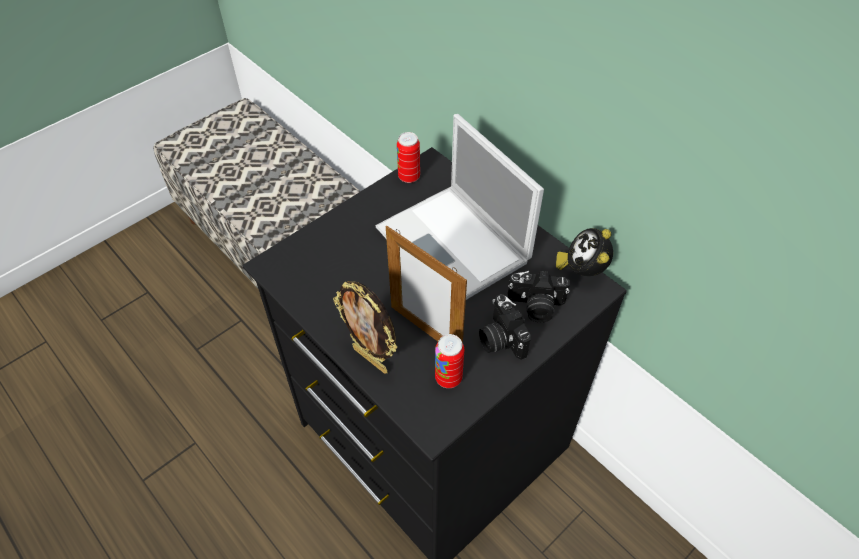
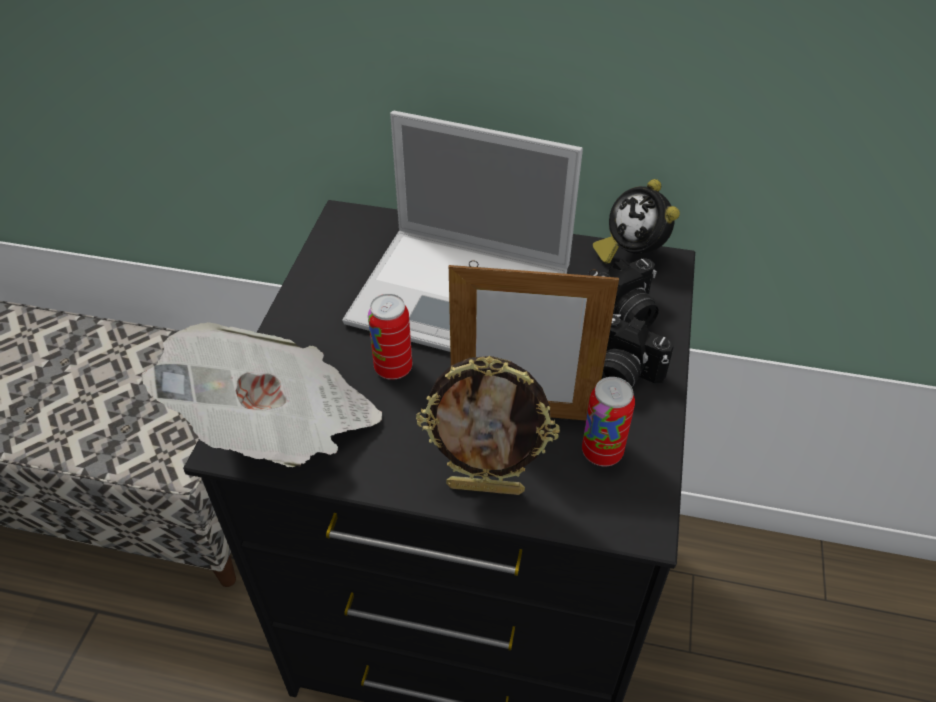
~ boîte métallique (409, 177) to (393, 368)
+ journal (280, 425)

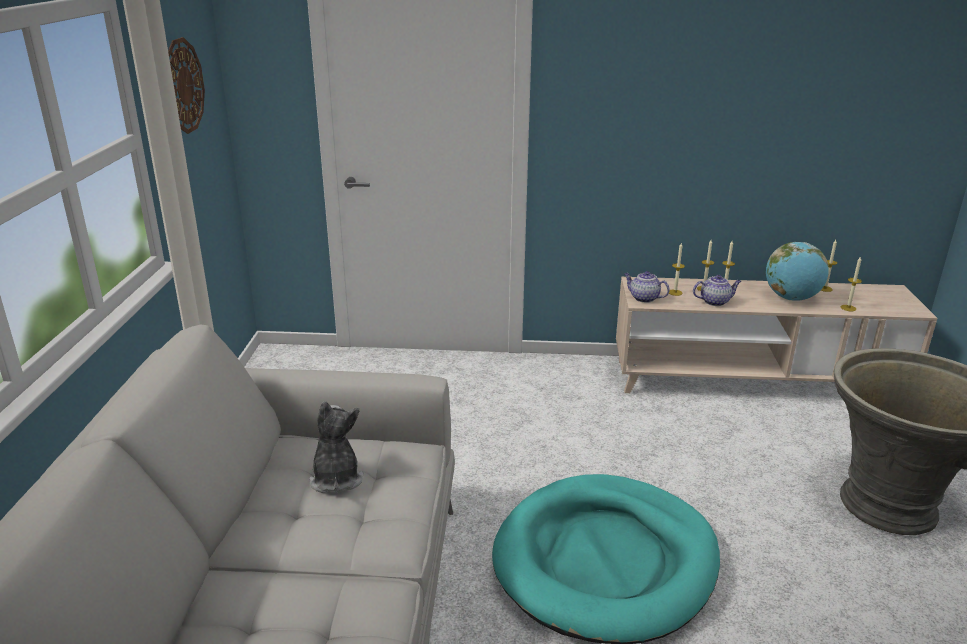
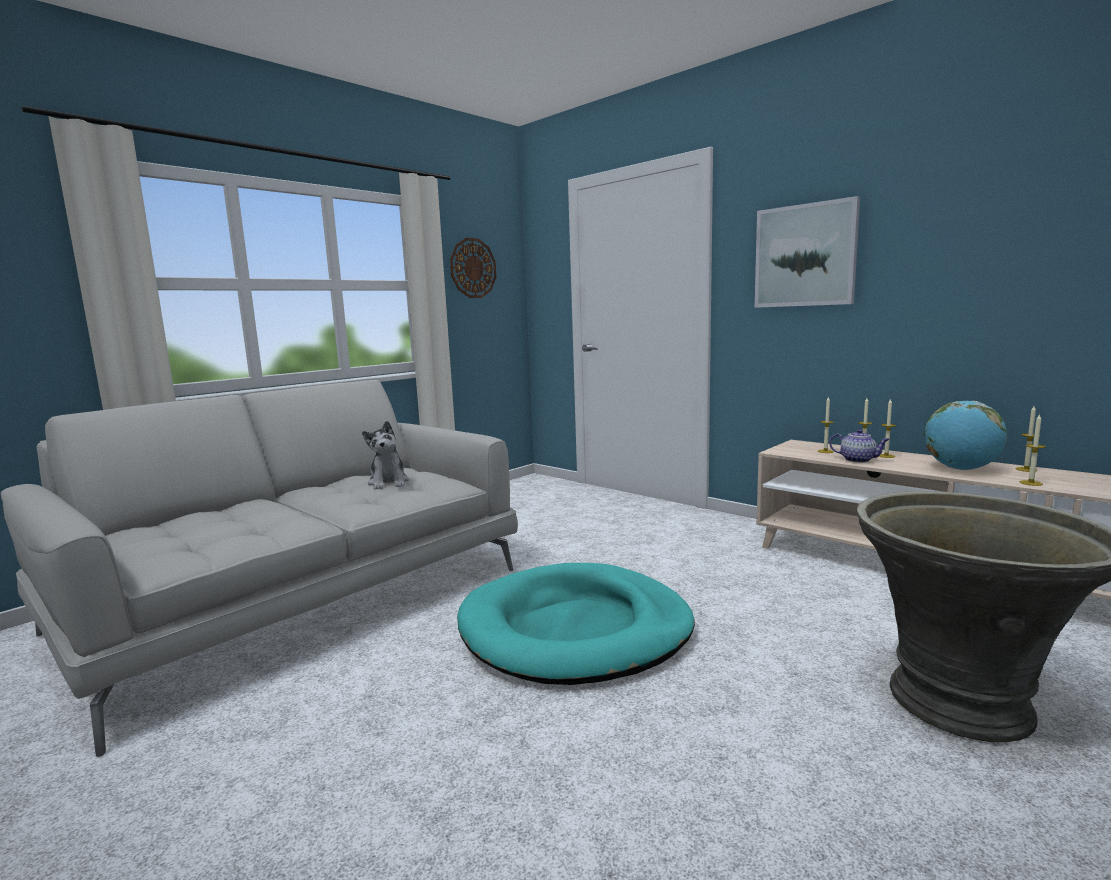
~ peluche (336, 478) = (389, 482) 135 degrees clockwise
- théière (643, 298)
+ tableau (805, 256)

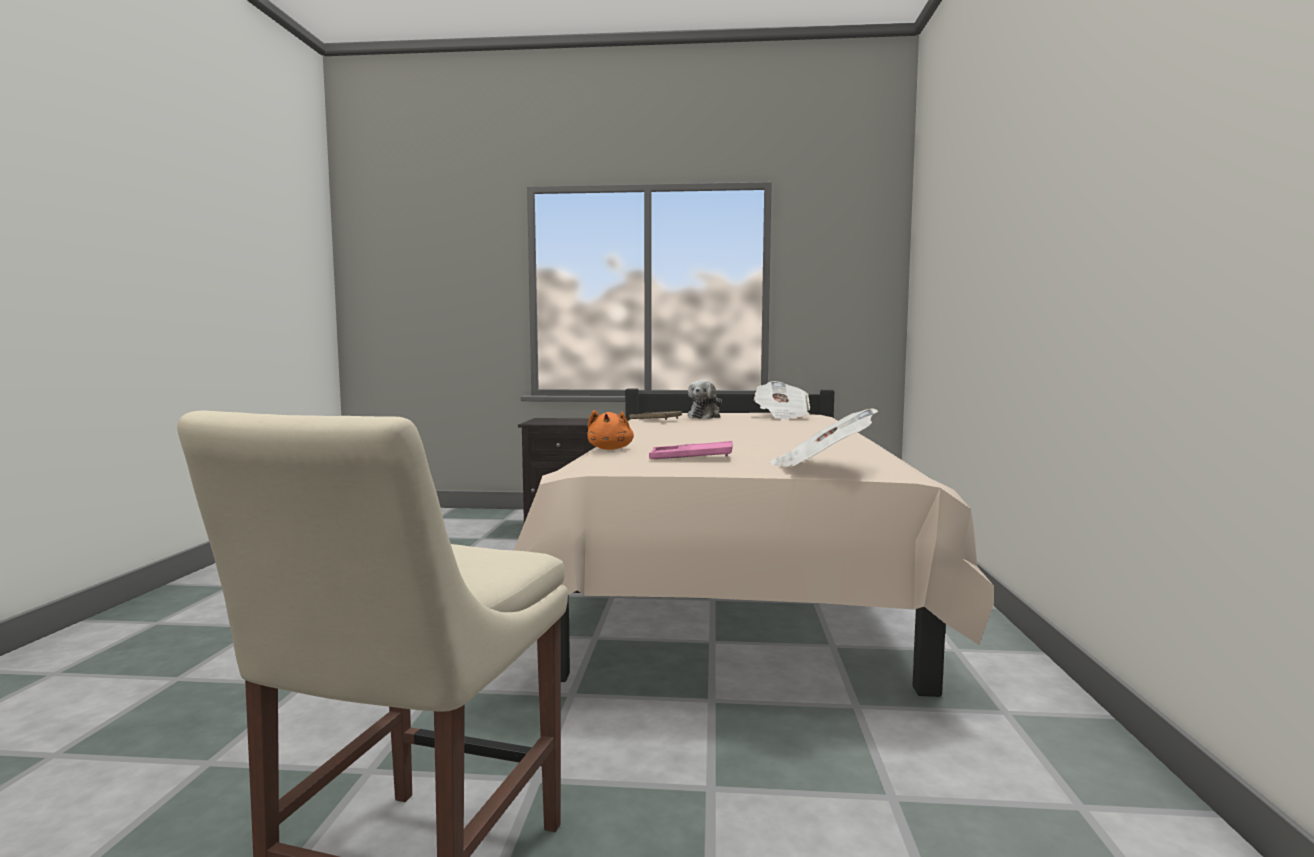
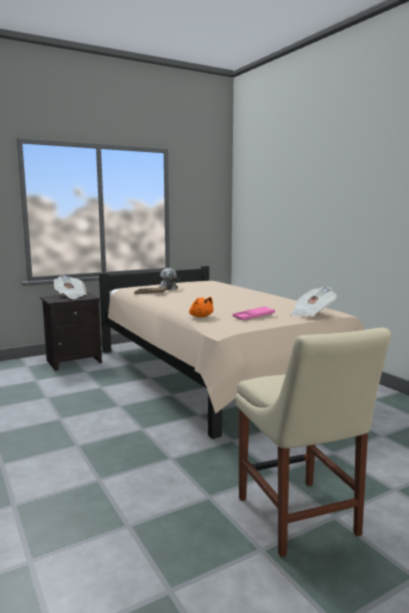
~ journal (782, 416) to (70, 296)

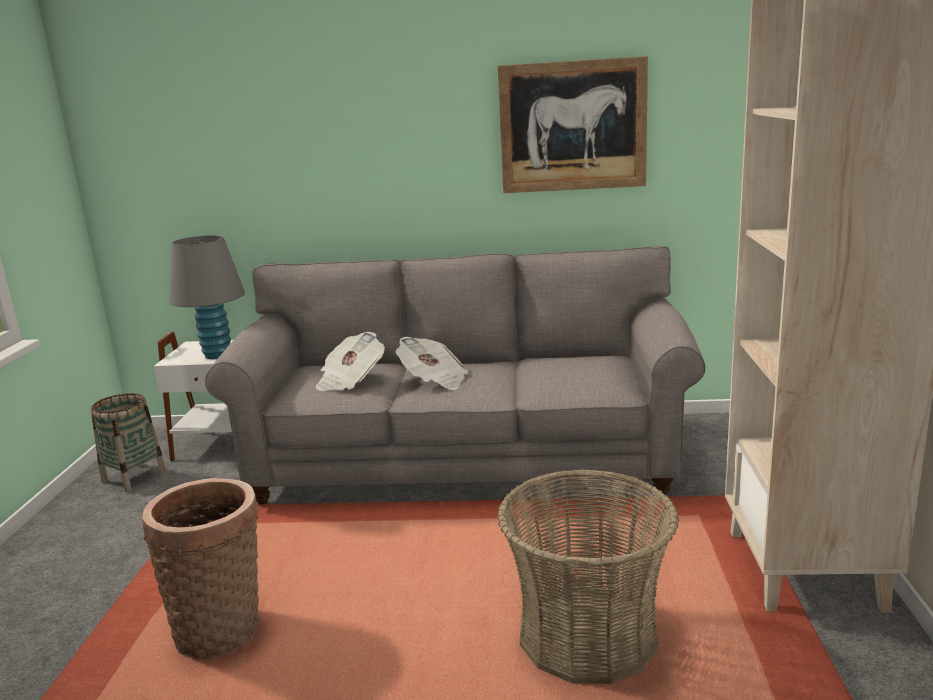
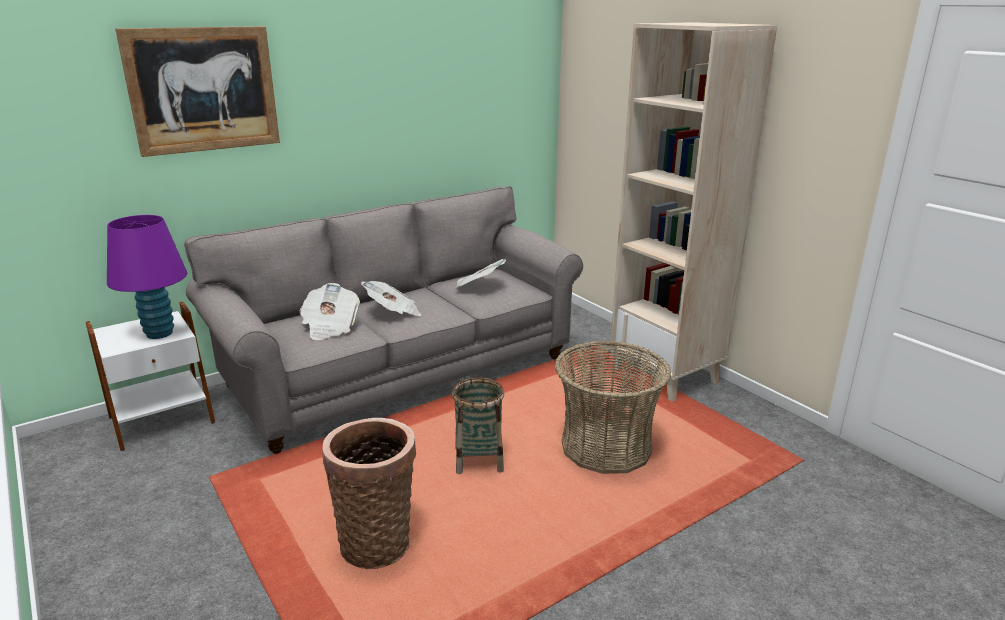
~ panier (134, 477) to (479, 460)
~ lampe de table [gris] (217, 355) to lampe de table [violet] (159, 333)
~ tableau (572, 126) to (203, 90)
+ journal (479, 286)

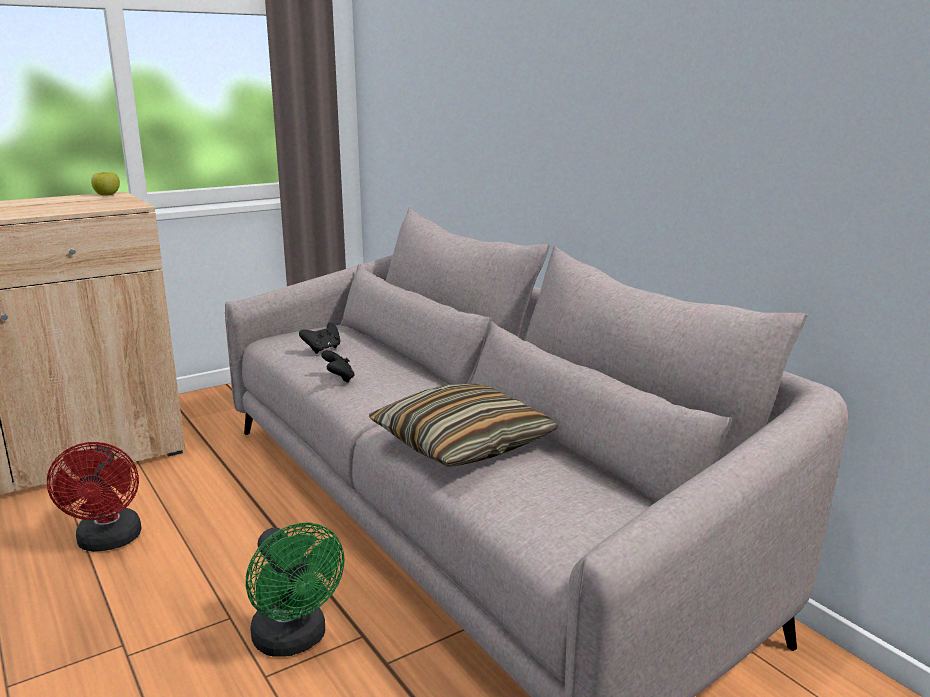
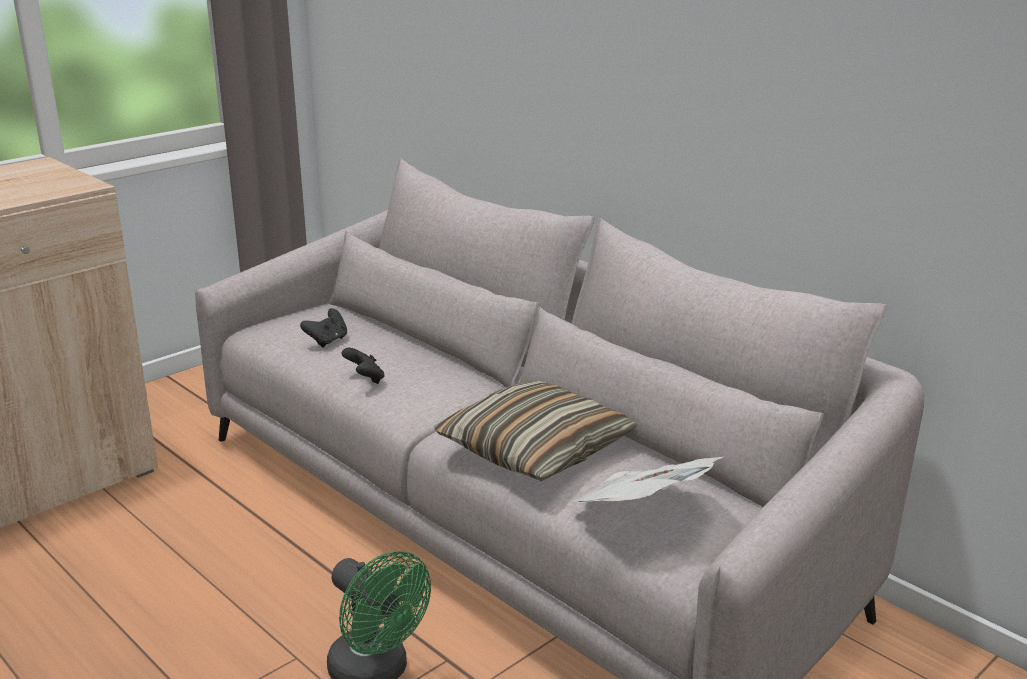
- ventilateur [rouge] (109, 542)
- pomme (107, 195)
+ journal (643, 513)

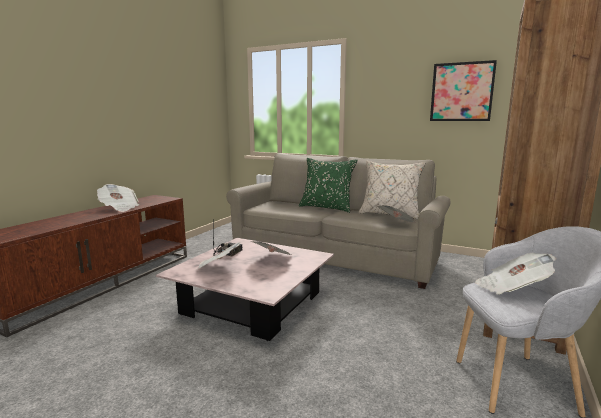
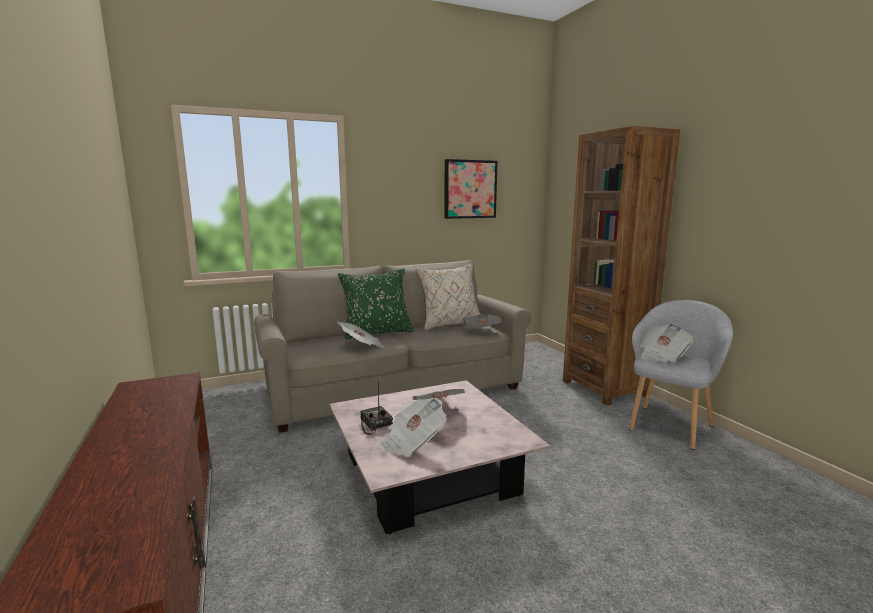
~ journal (119, 208) to (362, 347)

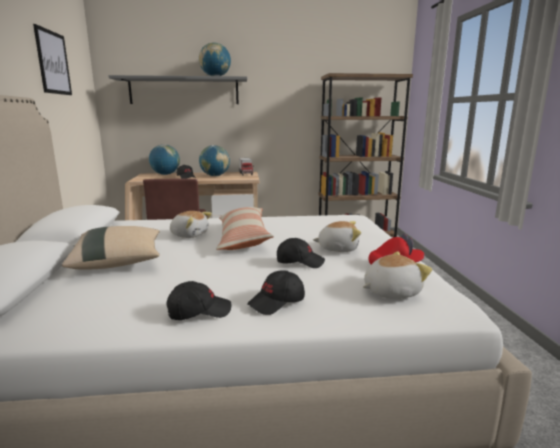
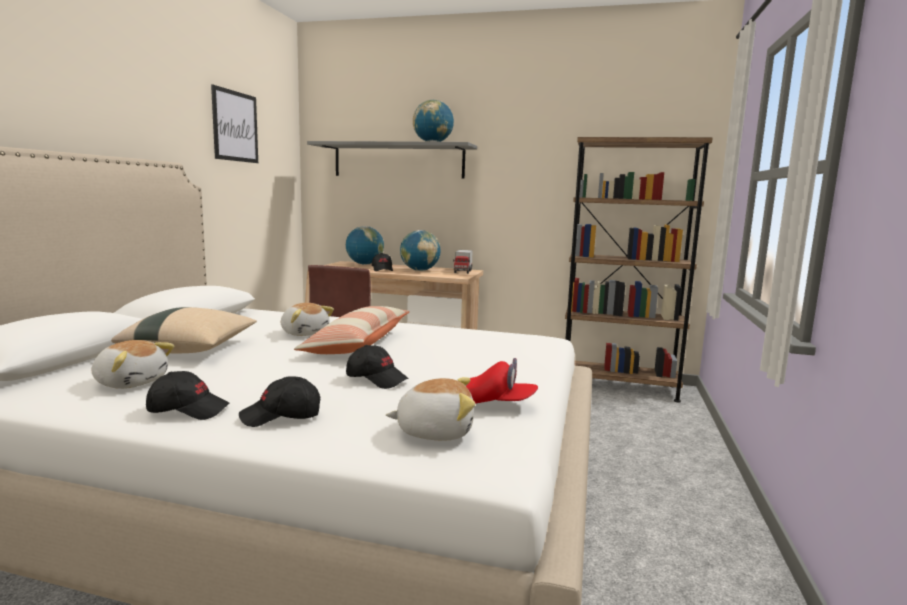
~ peluche (338, 248) to (131, 382)

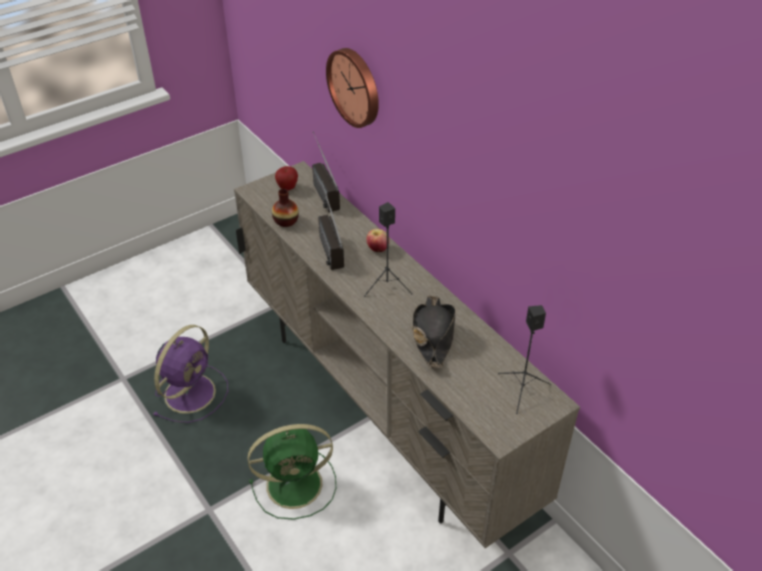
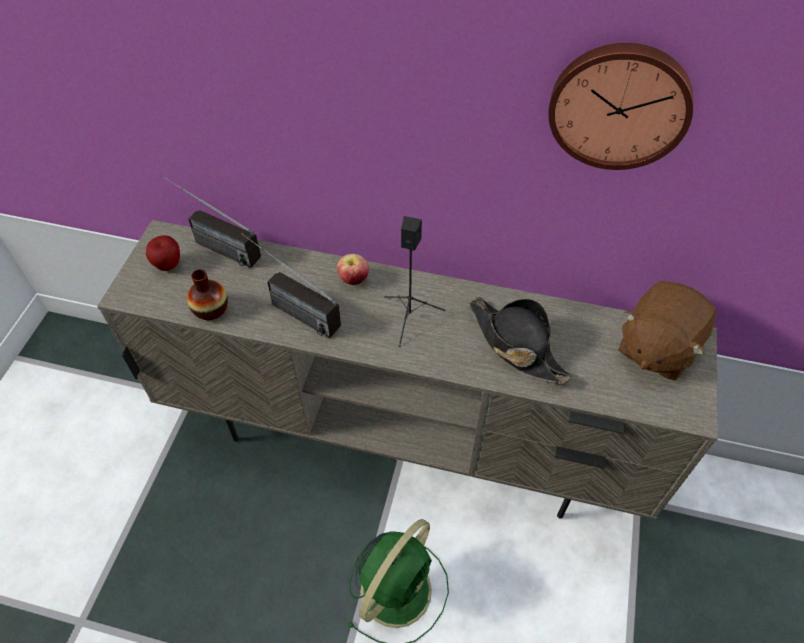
- ventilateur [violet] (191, 391)
~ horloge murale (355, 87) to (619, 105)
~ enceinte [noir] (522, 390) to peluche [marron] (656, 347)

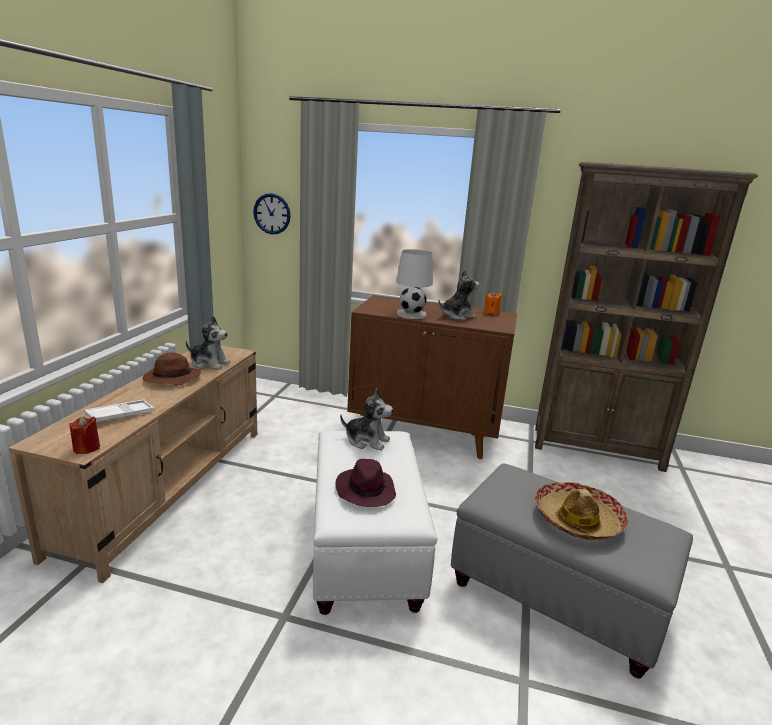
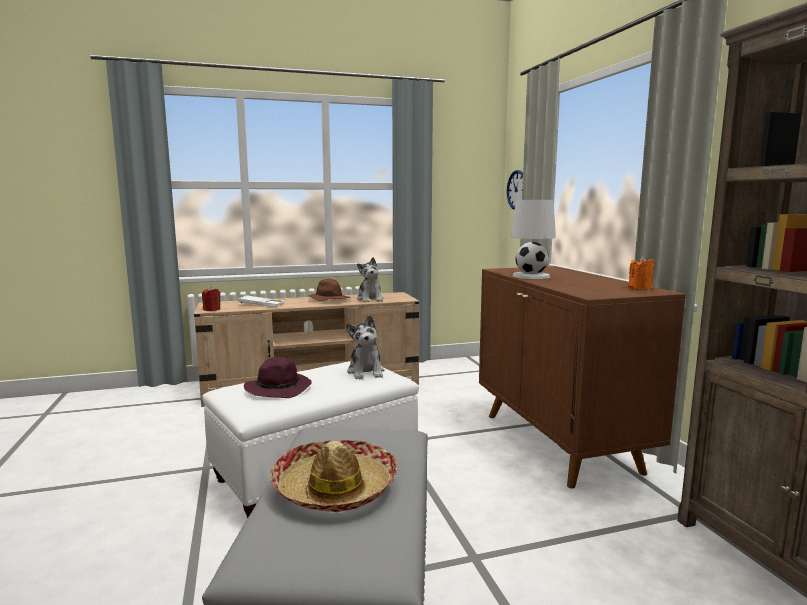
- peluche (456, 316)

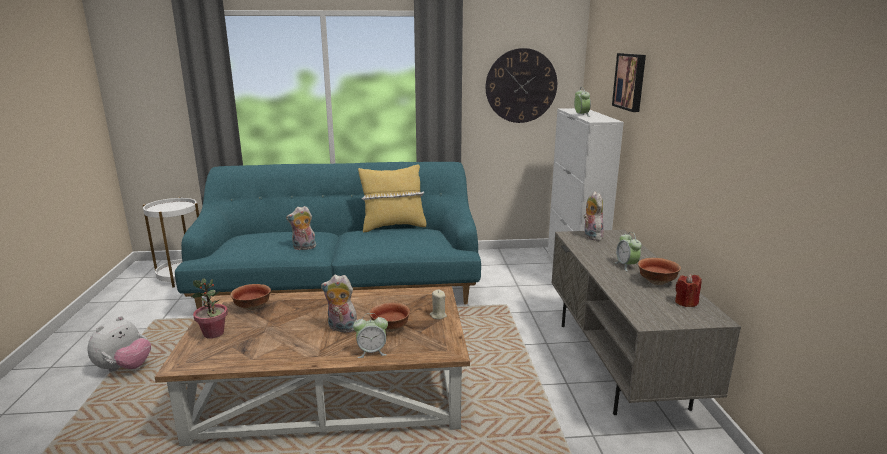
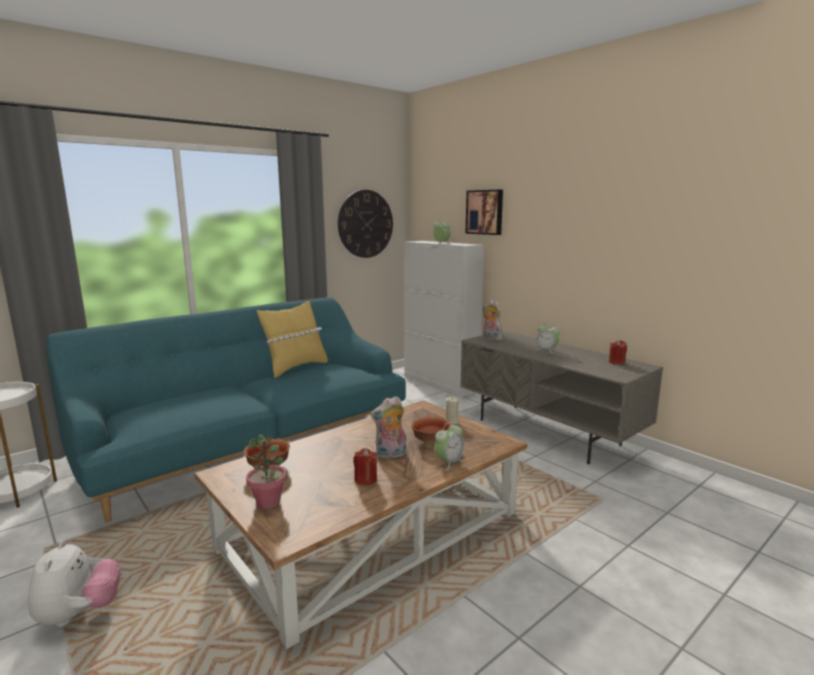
- peluche (303, 248)
- bol (656, 282)
+ bougie [rouge] (365, 479)

